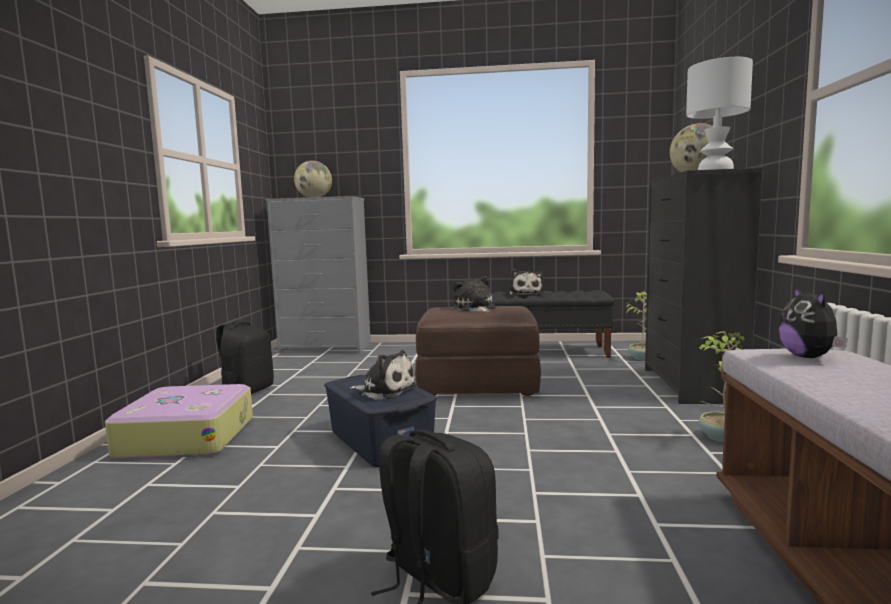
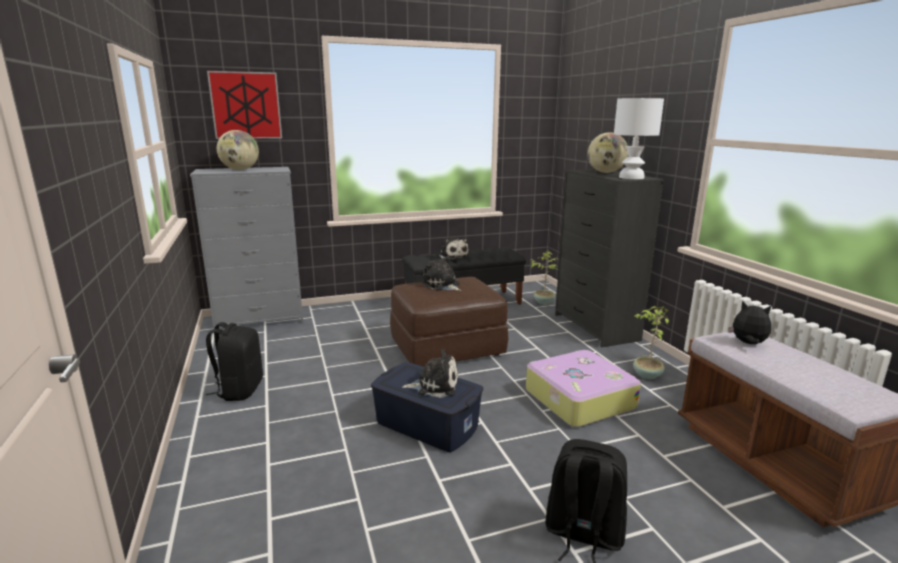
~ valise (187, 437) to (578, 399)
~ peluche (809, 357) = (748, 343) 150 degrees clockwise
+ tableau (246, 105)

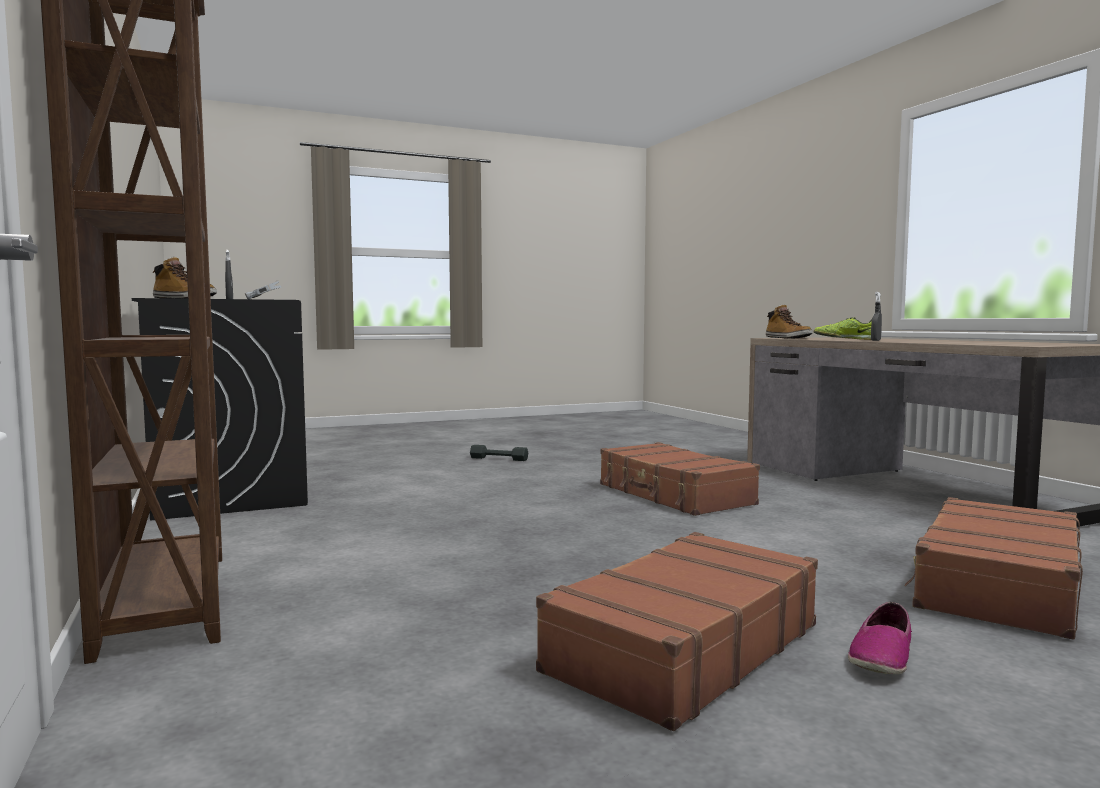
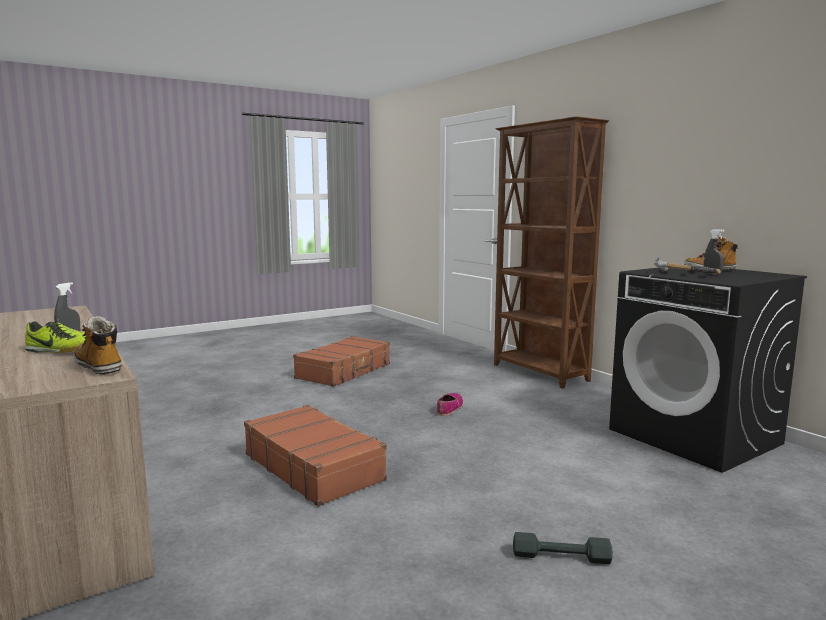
~ chaussure (881, 657) to (449, 408)
- valise [marron] (996, 586)

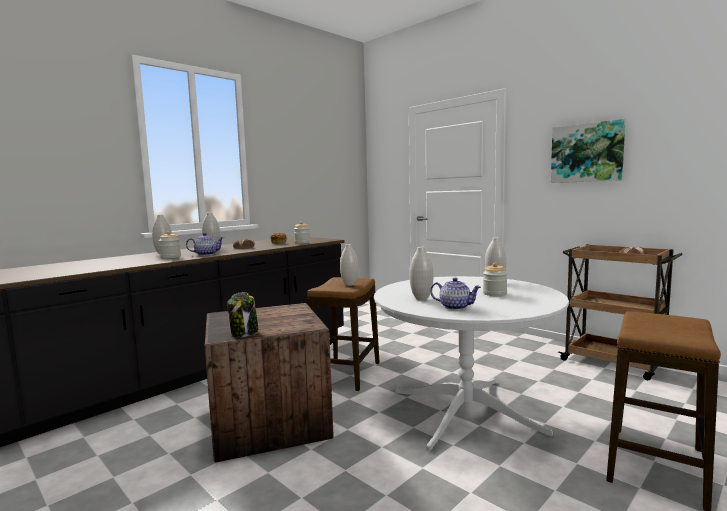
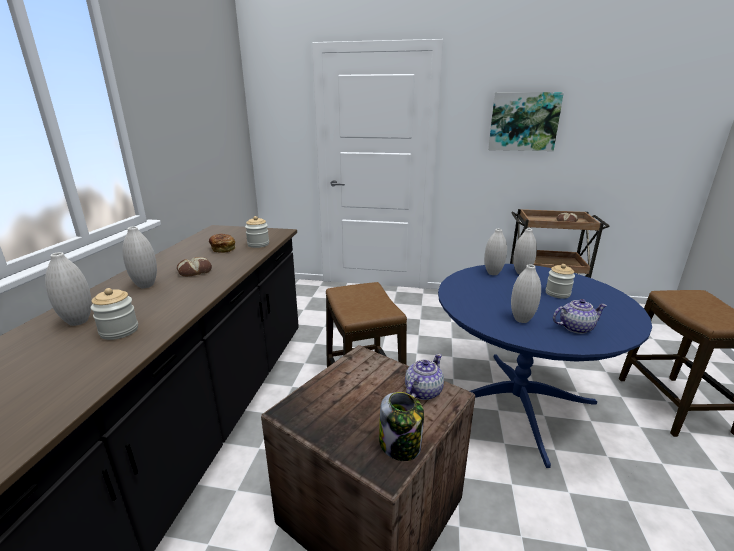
~ théière (206, 254) to (422, 391)
~ vase [blanc] (349, 284) to (493, 273)
~ table à manger [blanc] (466, 411) to table à manger [bleu] (517, 403)

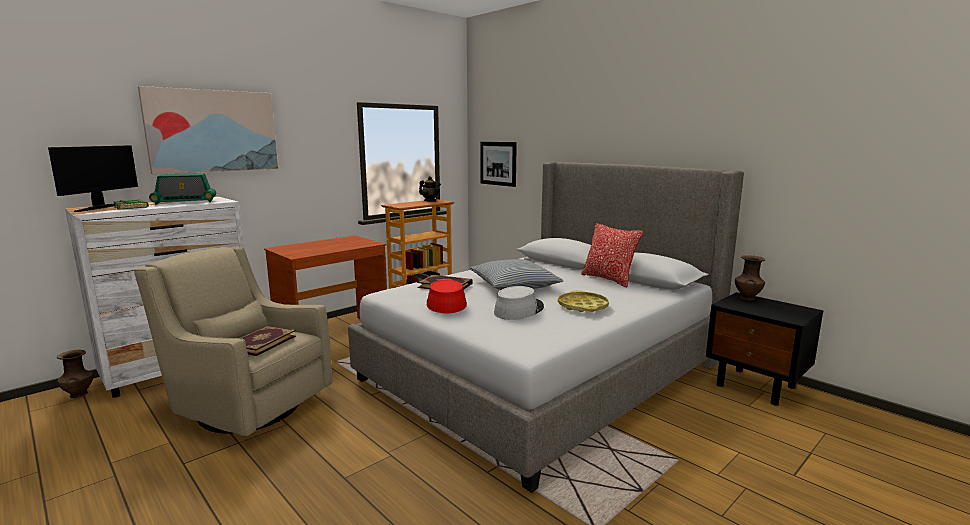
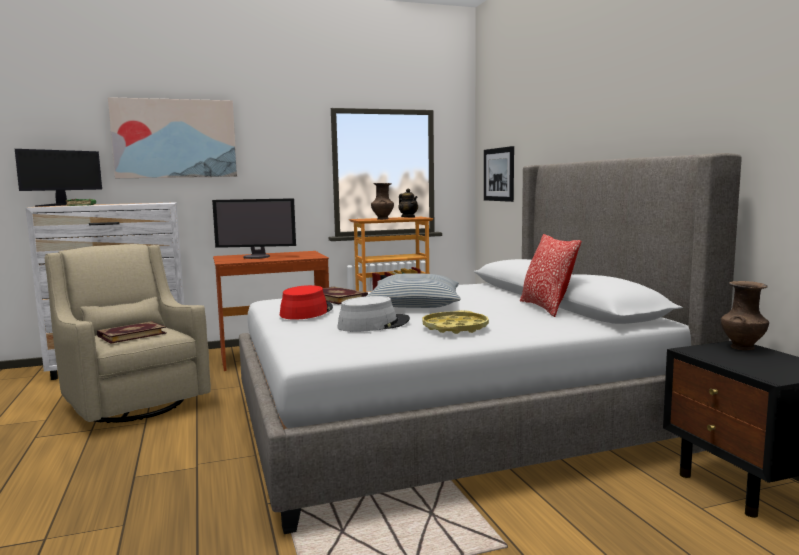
~ vase [marron] (78, 394) to (382, 219)
- radio (185, 202)
+ écran d'ordinateur (257, 257)

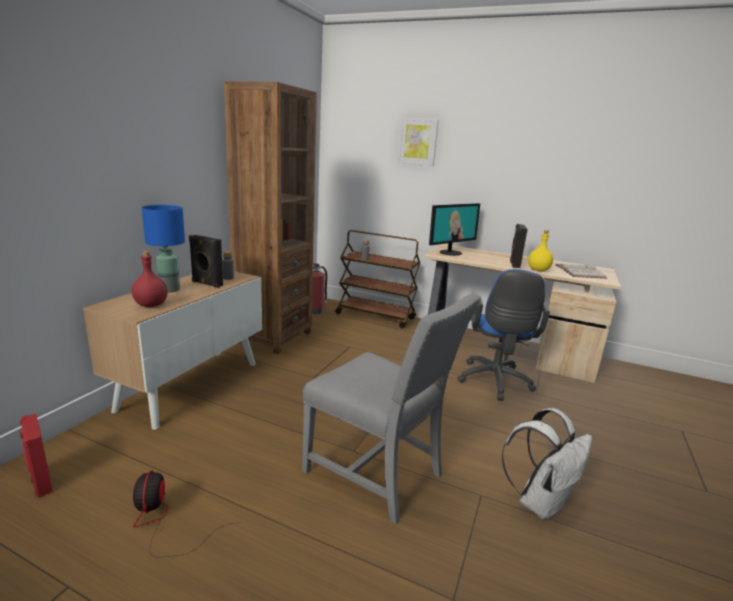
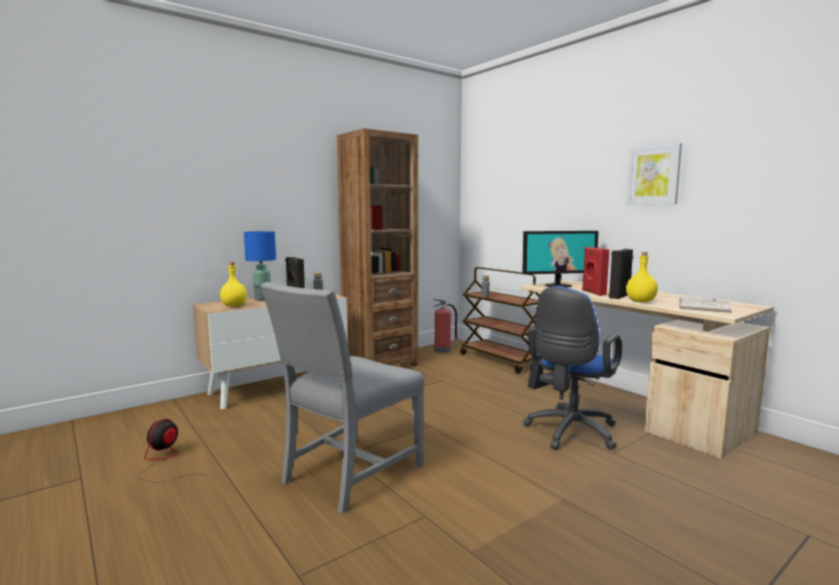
~ enceinte [rouge] (41, 481) to (593, 293)
~ bouteille [rouge] (151, 305) to bouteille [jaune] (234, 306)
~ chaise [gris] (378, 472) = (348, 474) 60 degrees clockwise
~ tableau (417, 141) to (654, 175)
- sac à dos [blanc] (540, 502)

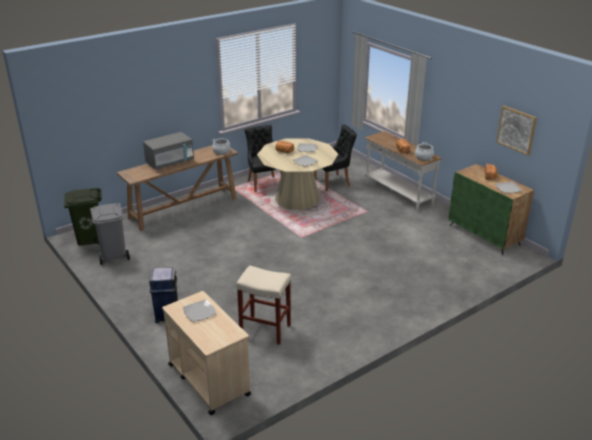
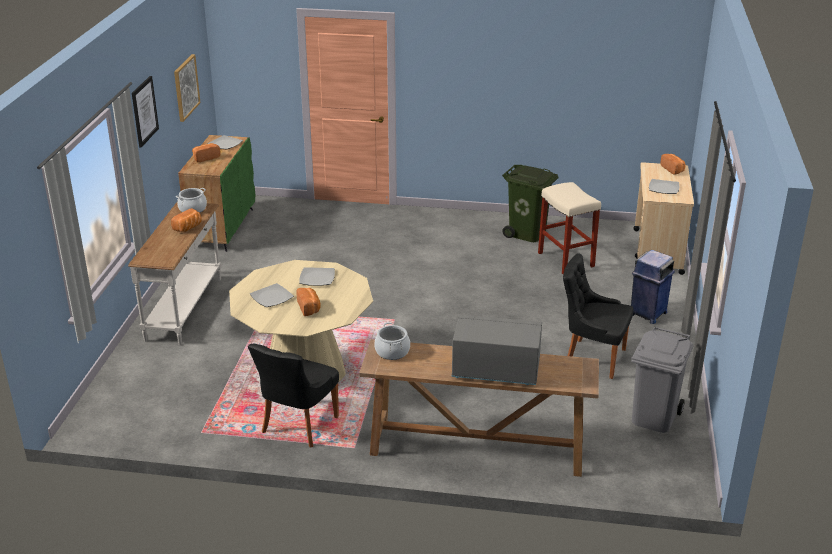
~ poubelle [vert] (89, 238) to (527, 234)
~ chaise [noir] (333, 182) to (592, 357)
+ tableau (144, 111)
+ pain (673, 169)

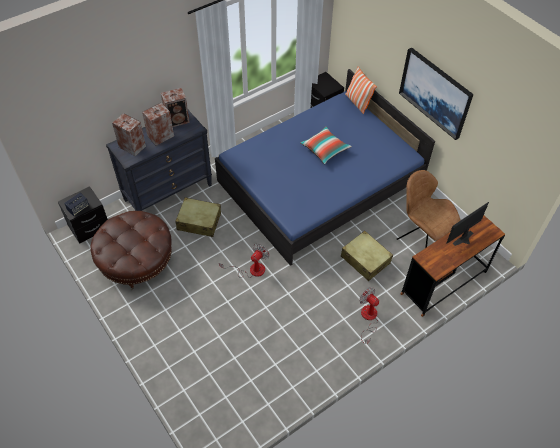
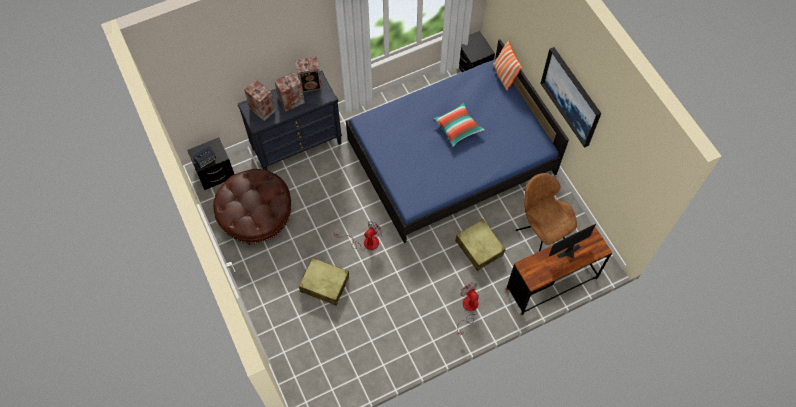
~ valise [beige] (199, 222) to (324, 284)

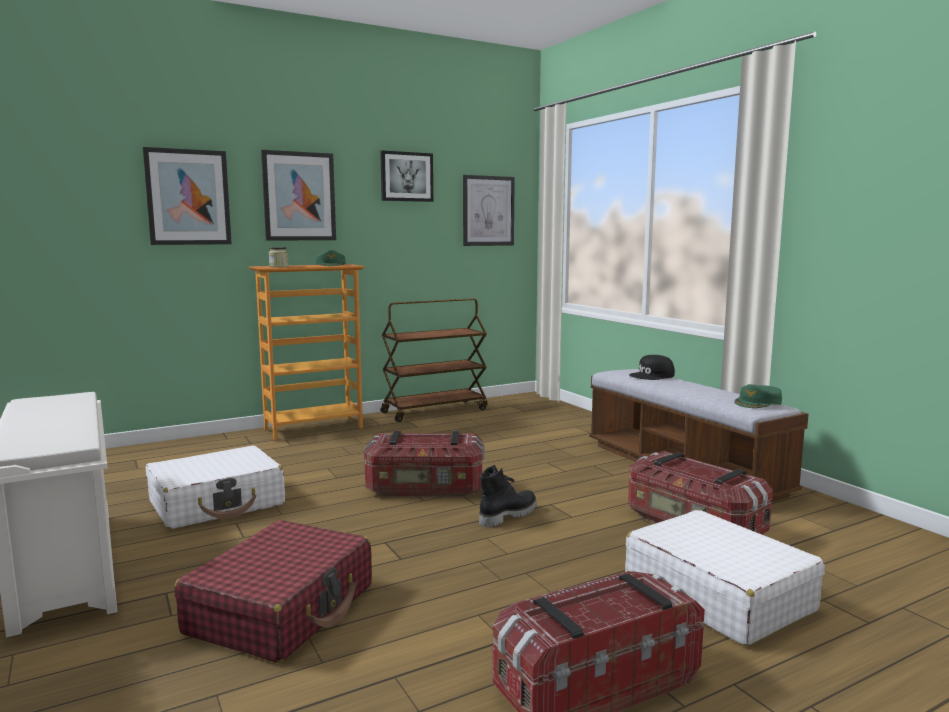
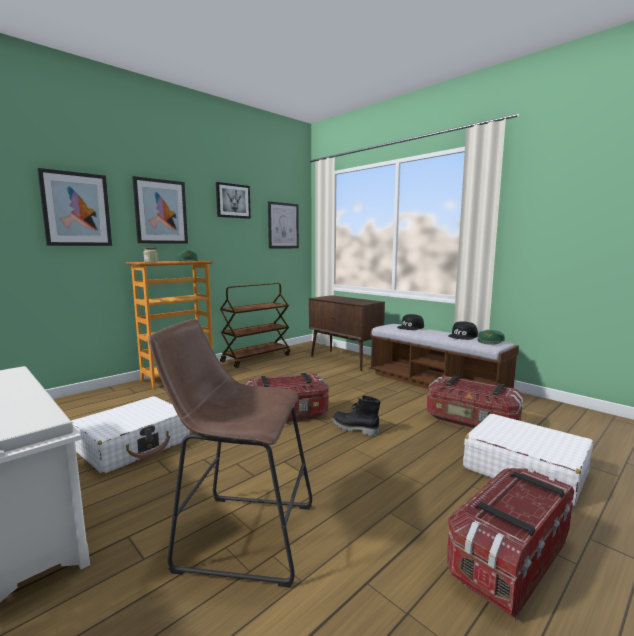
~ valise [rouge] (283, 609) to tabouret [marron] (239, 534)
~ botte [noir] (507, 515) = (354, 429) 90 degrees counterclockwise
+ meuble de rangement [marron] (345, 360)
+ casquette [noir] (463, 336)

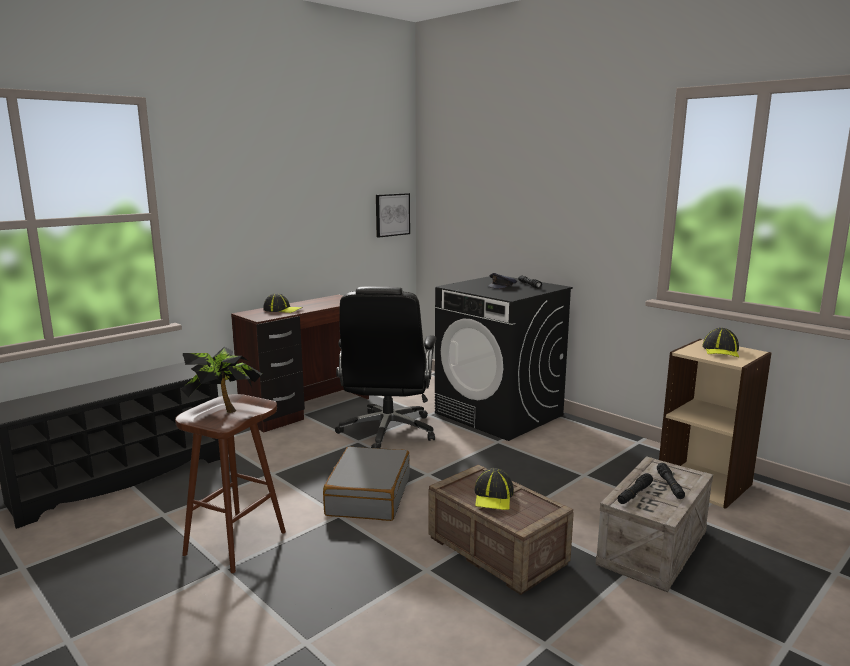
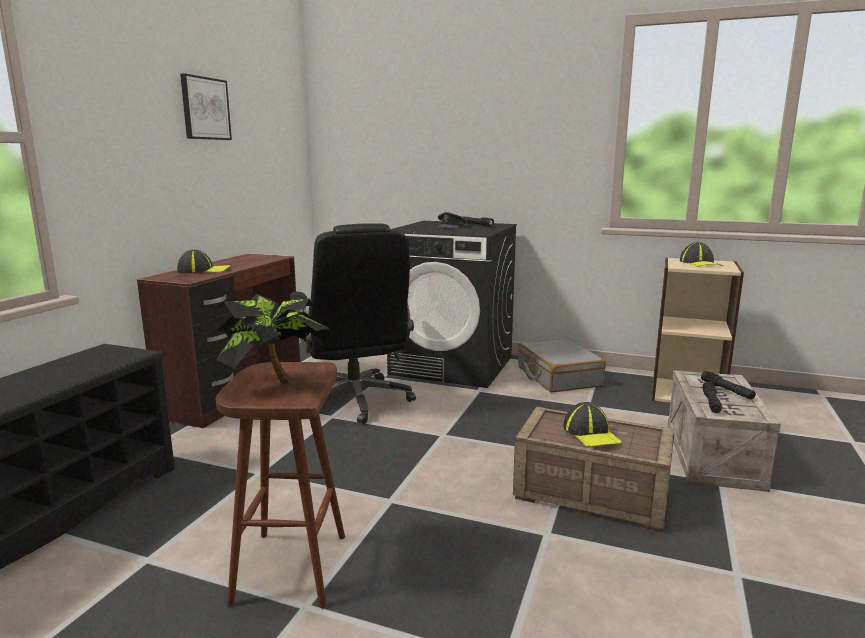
~ valise [gris] (368, 496) to (558, 376)
~ tableau (392, 214) to (205, 108)

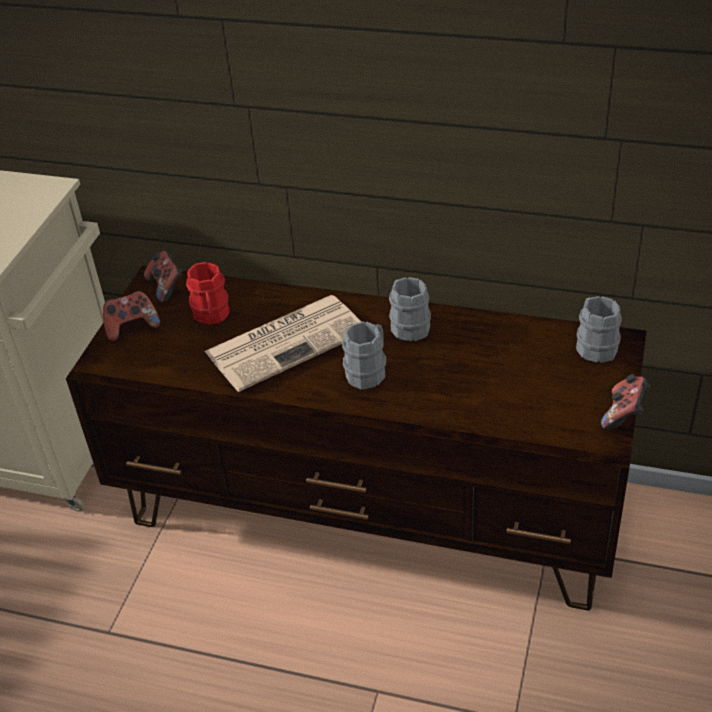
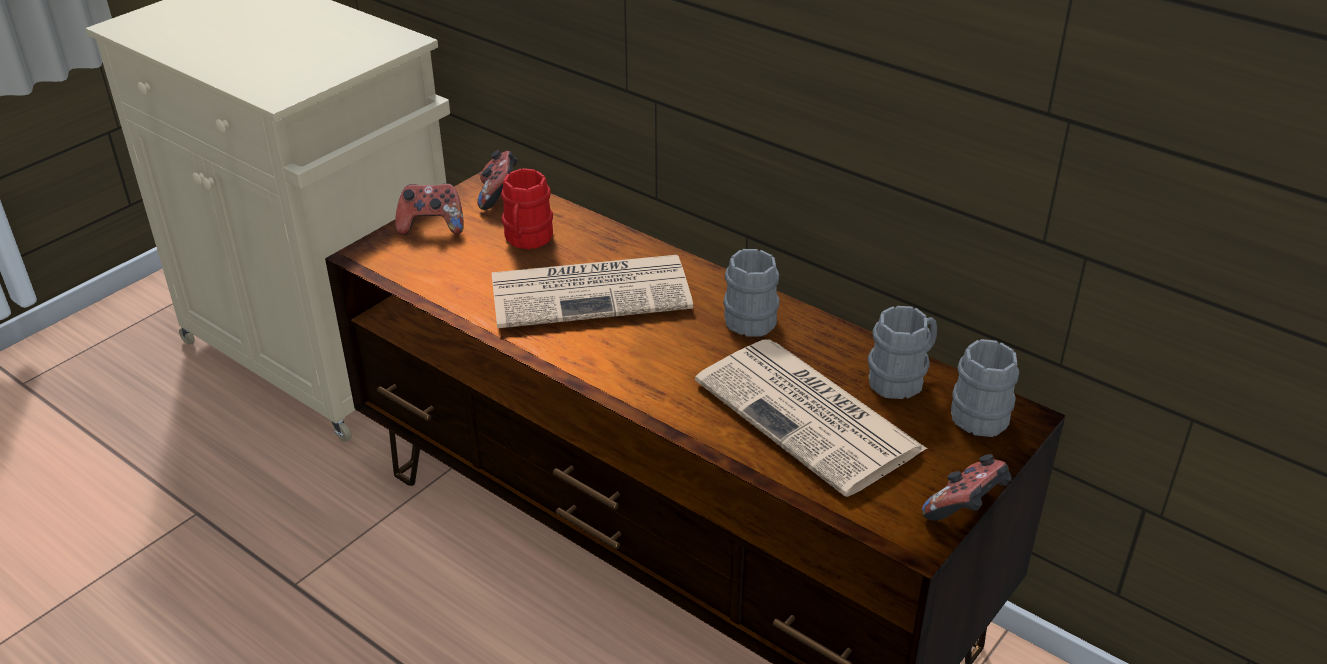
~ mug [gris] (368, 371) to (902, 378)
+ journal (811, 417)

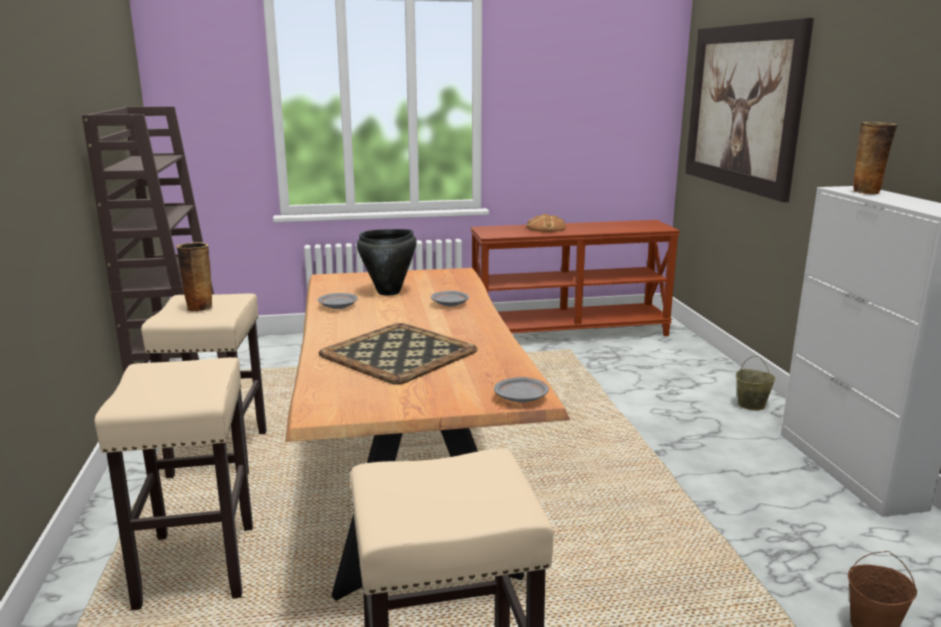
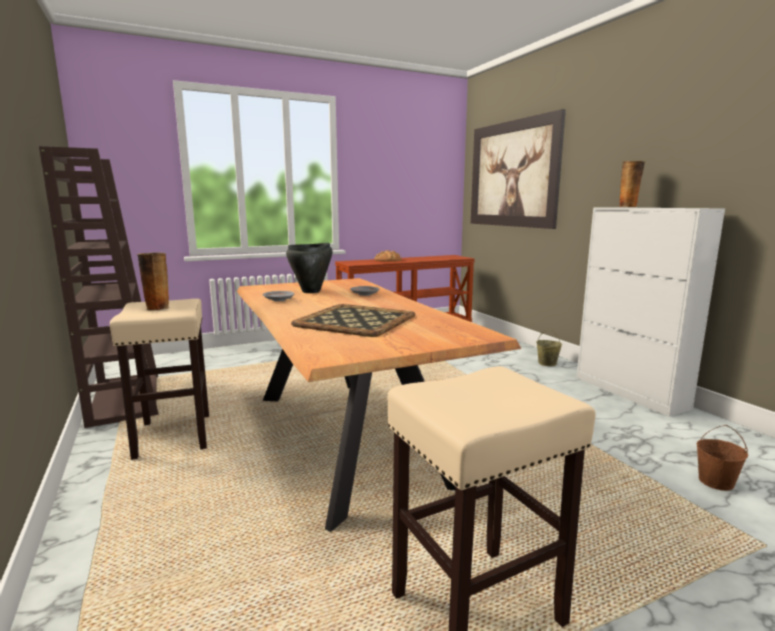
- tabouret [beige] (197, 564)
- assiette [gris] (521, 398)

